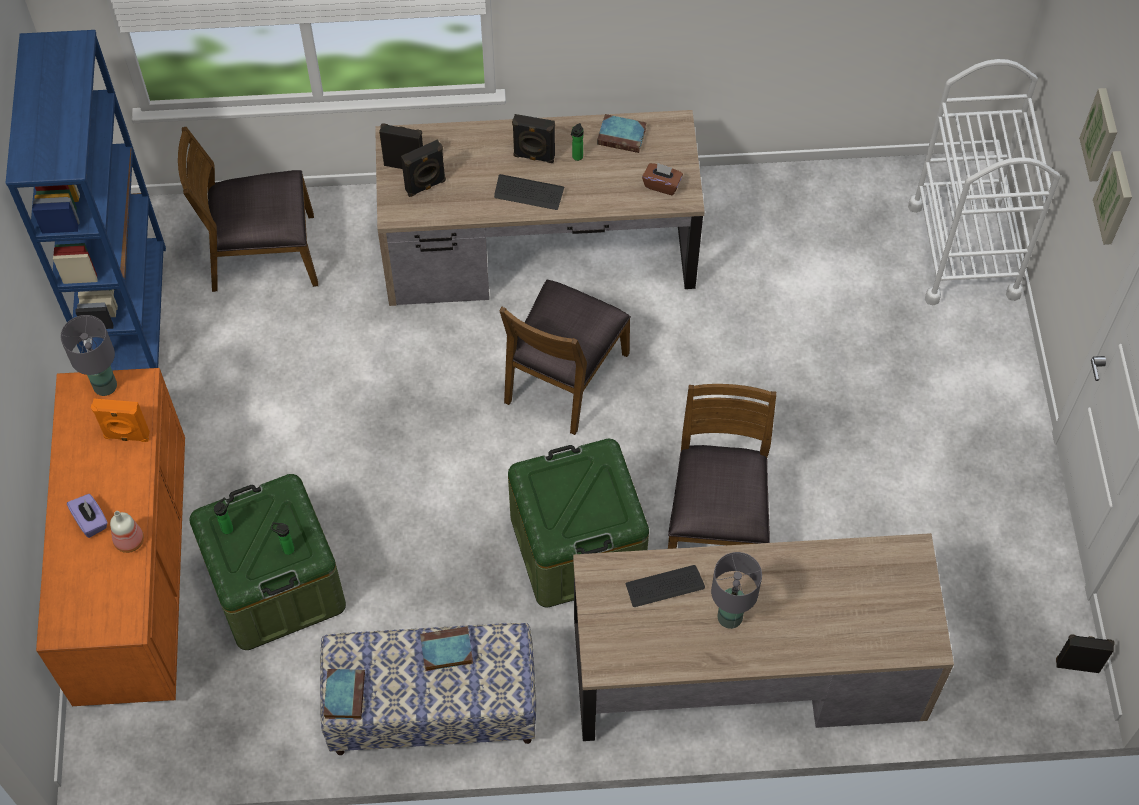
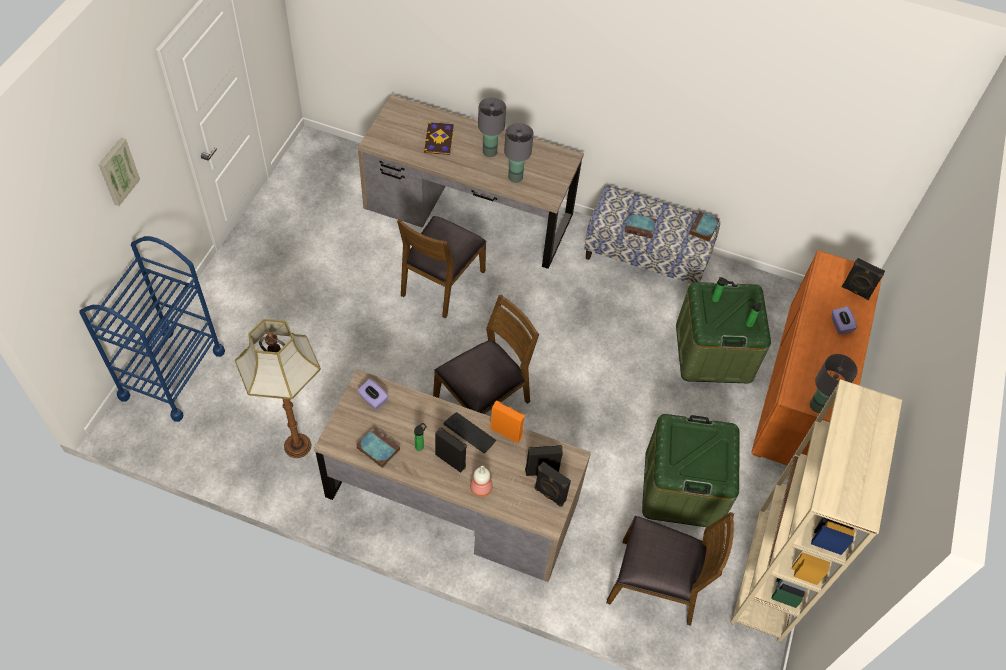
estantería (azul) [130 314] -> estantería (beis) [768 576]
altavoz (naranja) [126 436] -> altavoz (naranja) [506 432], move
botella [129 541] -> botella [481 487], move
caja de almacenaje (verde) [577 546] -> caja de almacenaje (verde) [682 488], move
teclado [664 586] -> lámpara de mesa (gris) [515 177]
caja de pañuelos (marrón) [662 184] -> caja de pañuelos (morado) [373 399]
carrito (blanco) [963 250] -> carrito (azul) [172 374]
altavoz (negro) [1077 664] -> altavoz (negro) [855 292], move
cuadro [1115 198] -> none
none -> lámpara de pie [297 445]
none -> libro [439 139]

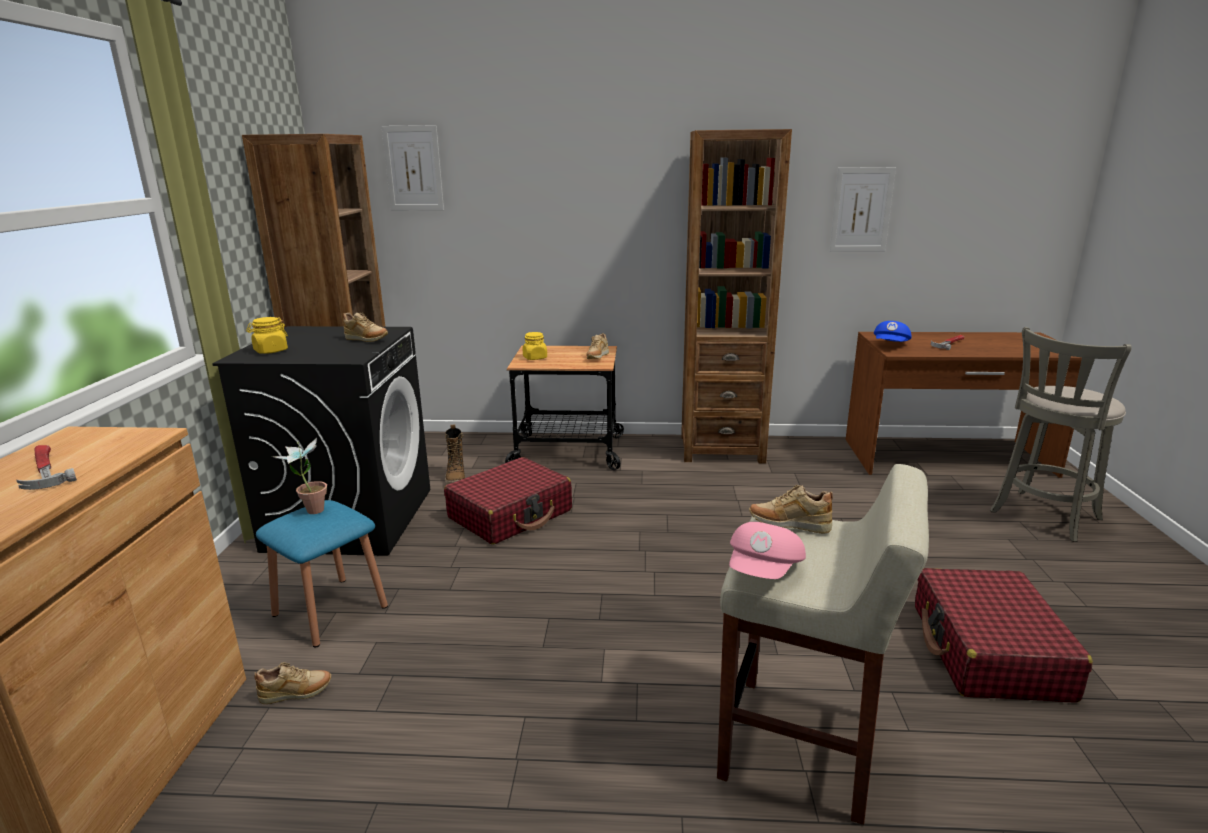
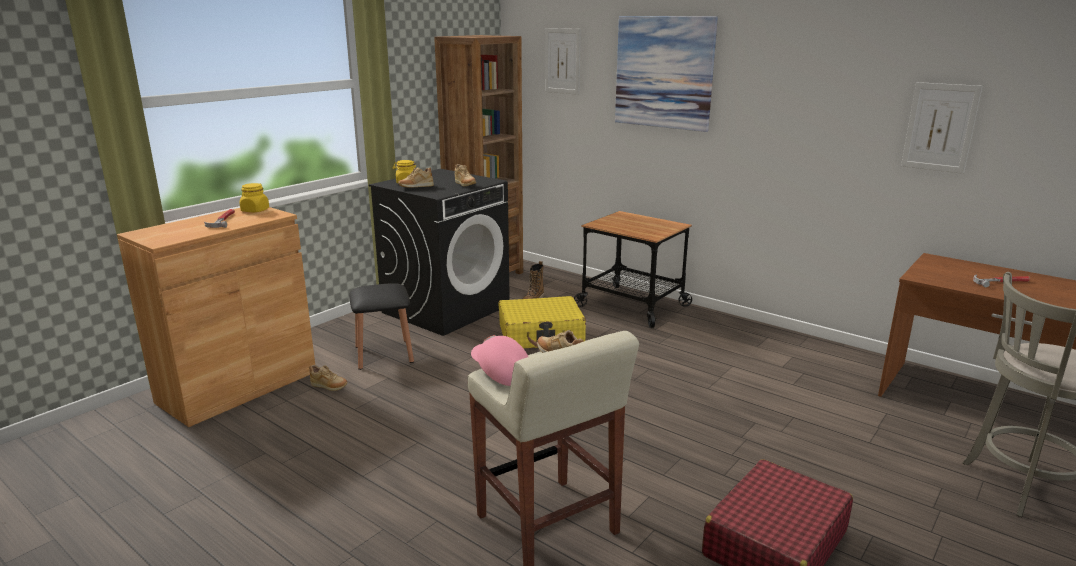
taburete (azul) [330 610] -> taburete (negro) [384 354]
planta en maceta [310 509] -> none
maleta (rojo) [511 514] -> maleta (amarillo) [541 335]
tarro (amarillo) [535 358] -> tarro (amarillo) [255 210], move
zapato (beis) [597 358] -> zapato (beis) [416 187], move
estantería (marrón) [721 449] -> none
gorra (rosa) [765 571] -> gorra (rosa) [500 373], 75 degrees clockwise
gorra (azul) [891 345] -> none
none -> cuadro [664 72]

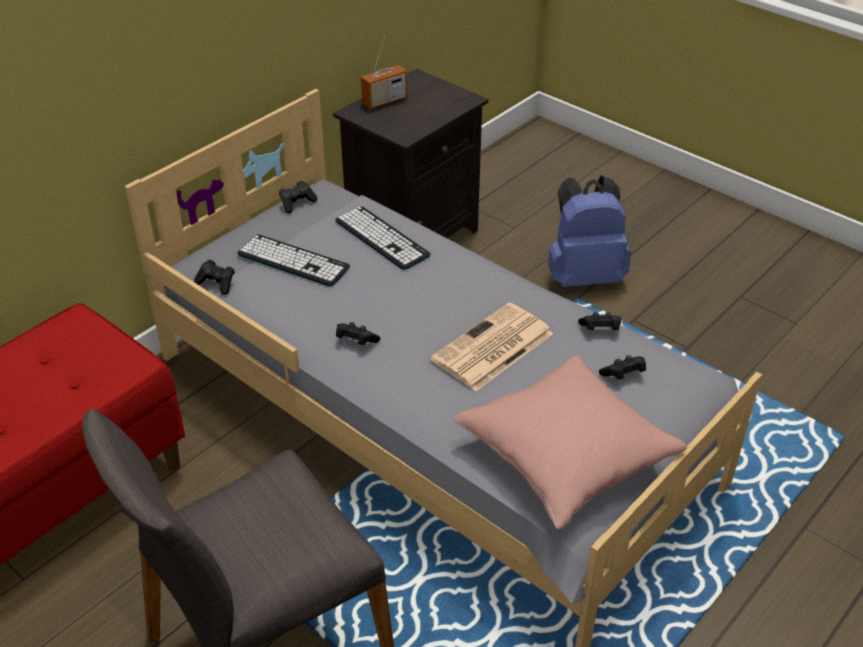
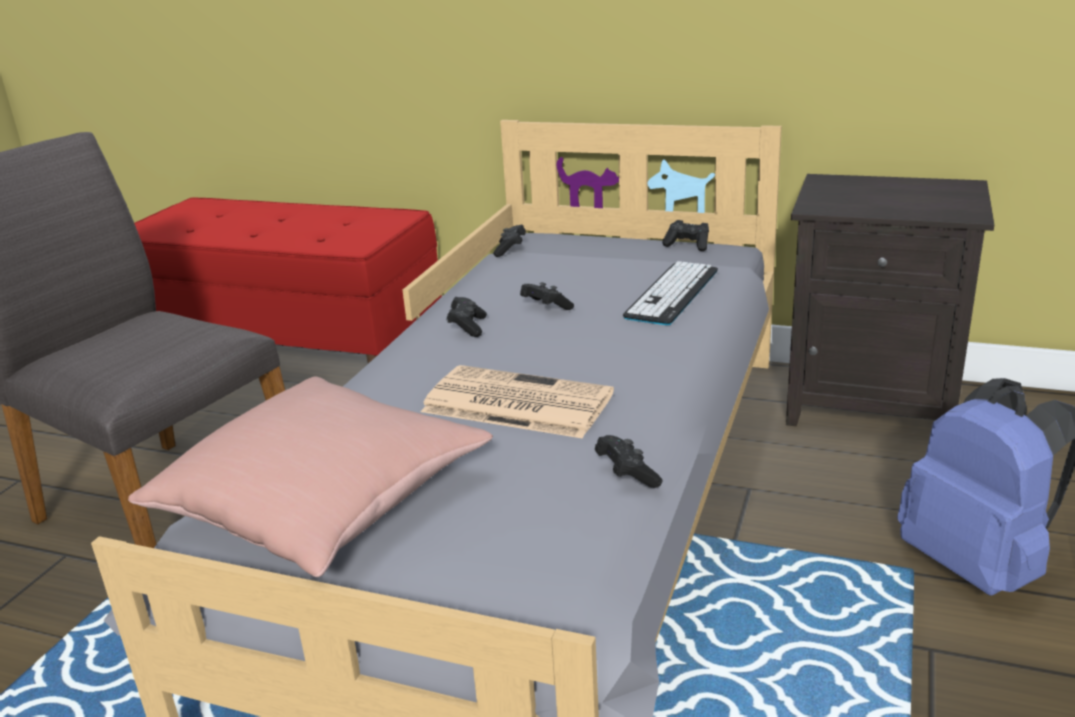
teclado [293 261] -> none
radio [384 101] -> none
mando de consola (negro) [623 375] -> mando de consola (negro) [545 307], move

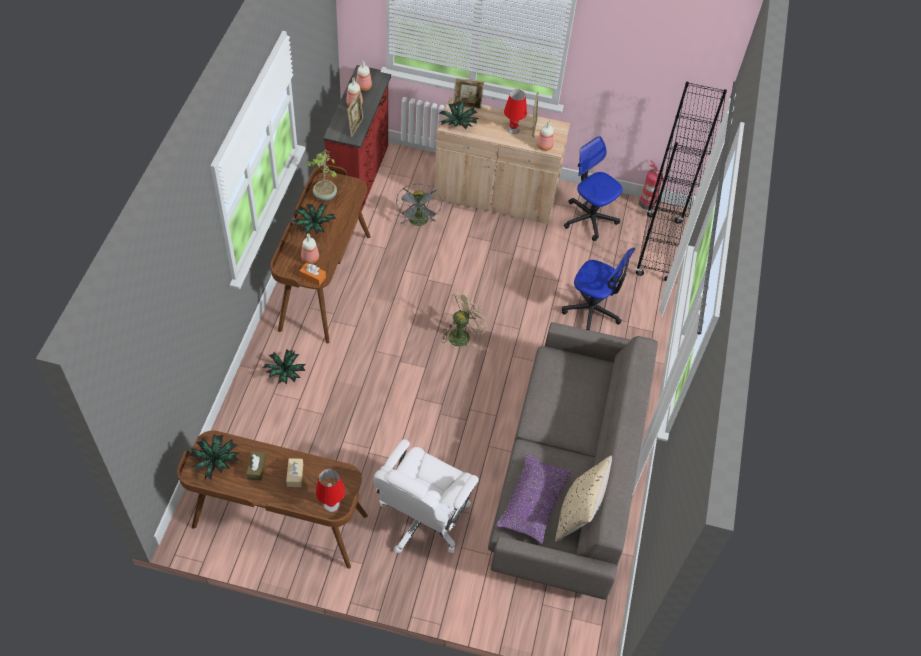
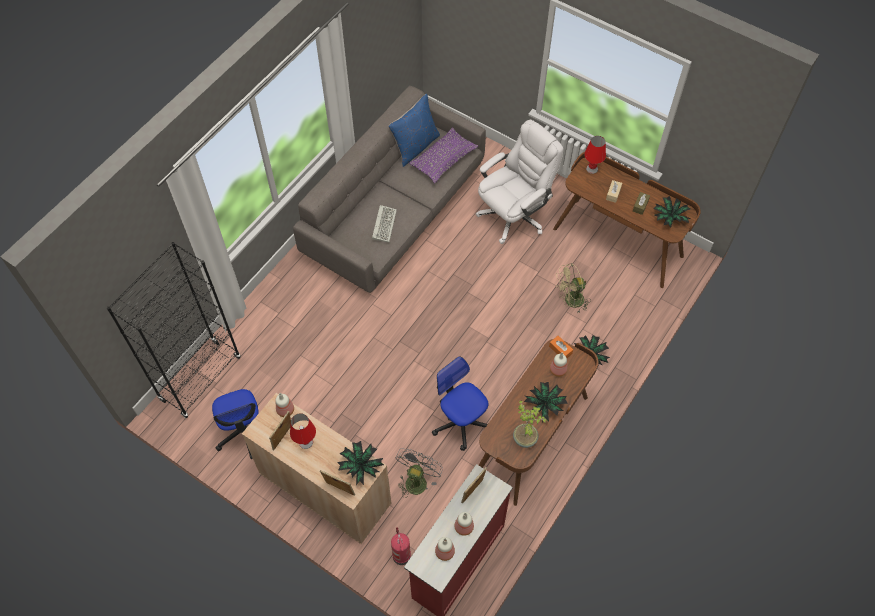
ventilador (beis) [462 334] -> ventilador (beis) [570 301], move
cojín (beis) [578 513] -> cojín (azul) [415 146]
silla de oficina [592 310] -> silla de oficina [461 422], move
extintor [647 204] -> extintor [401 555], move
none -> teclado [384 224]

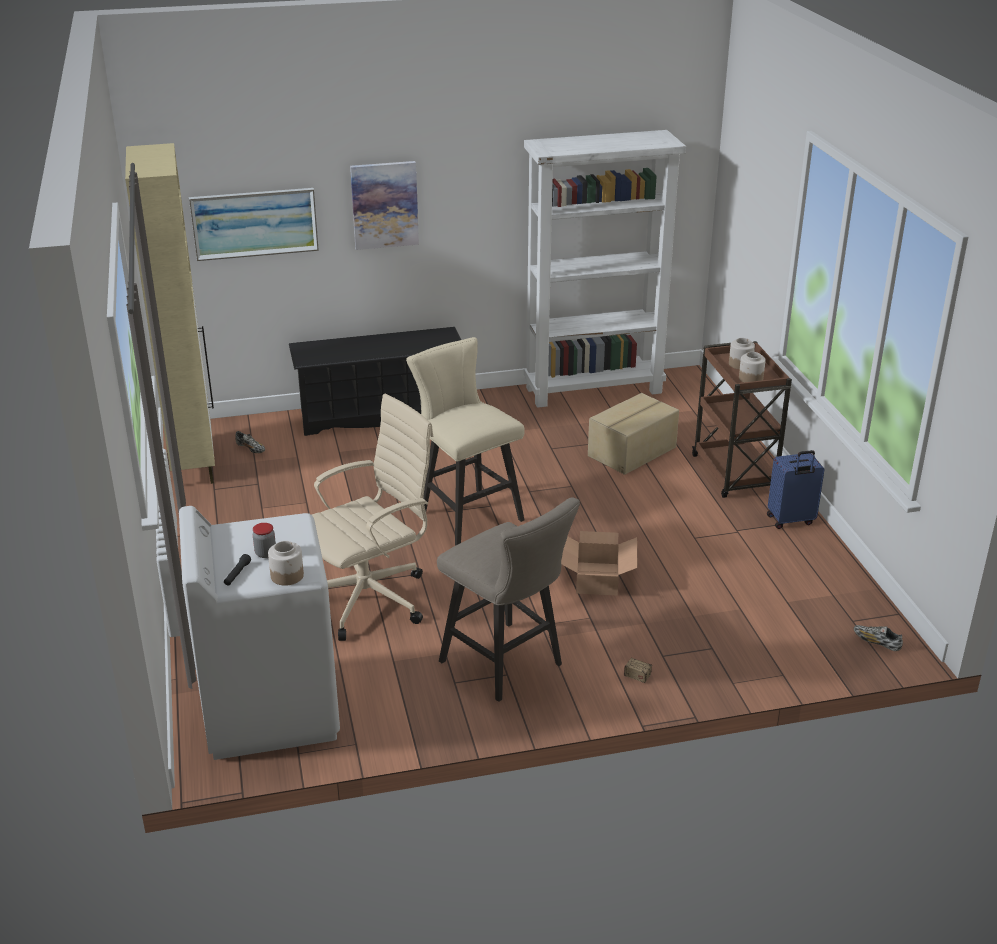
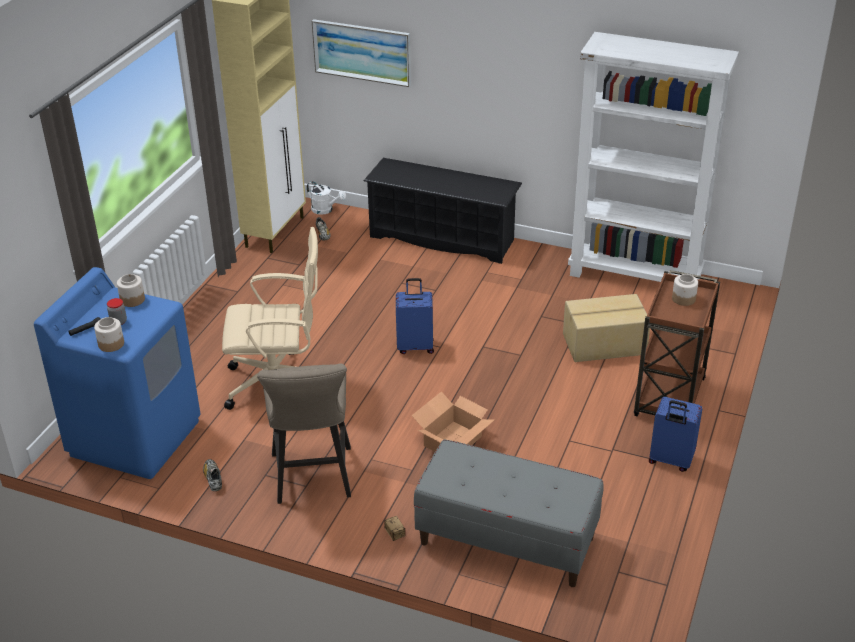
lavadora (blanco) [269 708] -> lavadora (azul) [135 437]
cuadro [384 205] -> none
taburete (beis) [466 514] -> maleta (azul) [415 346]
tarro [750 378] -> tarro [132 300], move
zapato [876 642] -> zapato [213 479], move
none -> regadera (blanco) [325 210]
none -> banco (gris) [506 541]

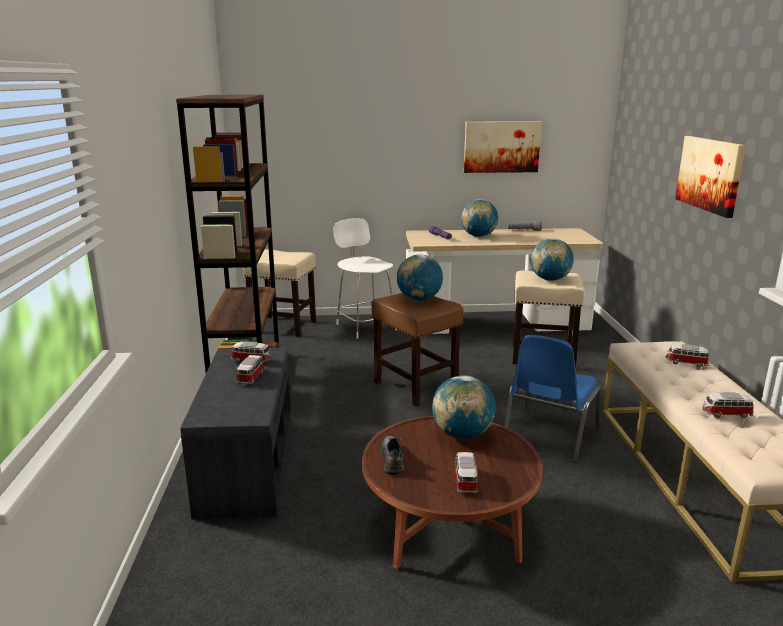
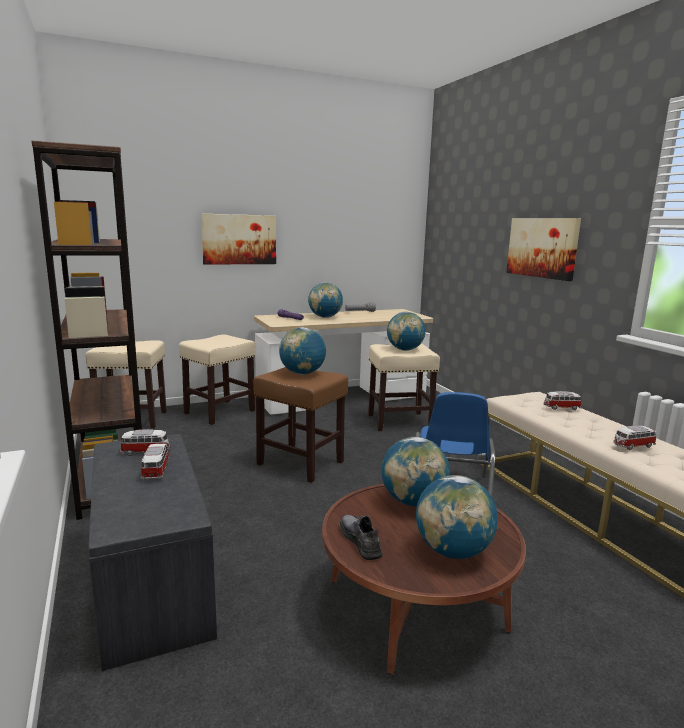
silla (blanco) [365 326] -> taburete (beis) [220 411]
coche de juguete [465 481] -> globo terráqueo [453 551]
cuadro [501 147] -> cuadro [239 239], move

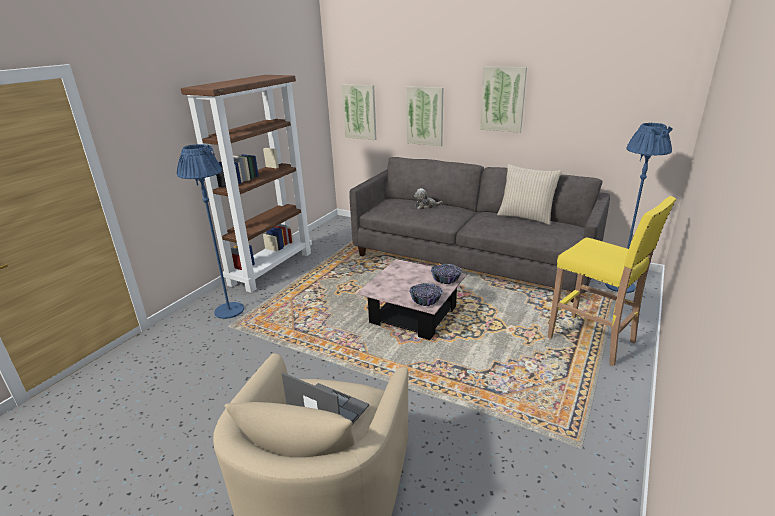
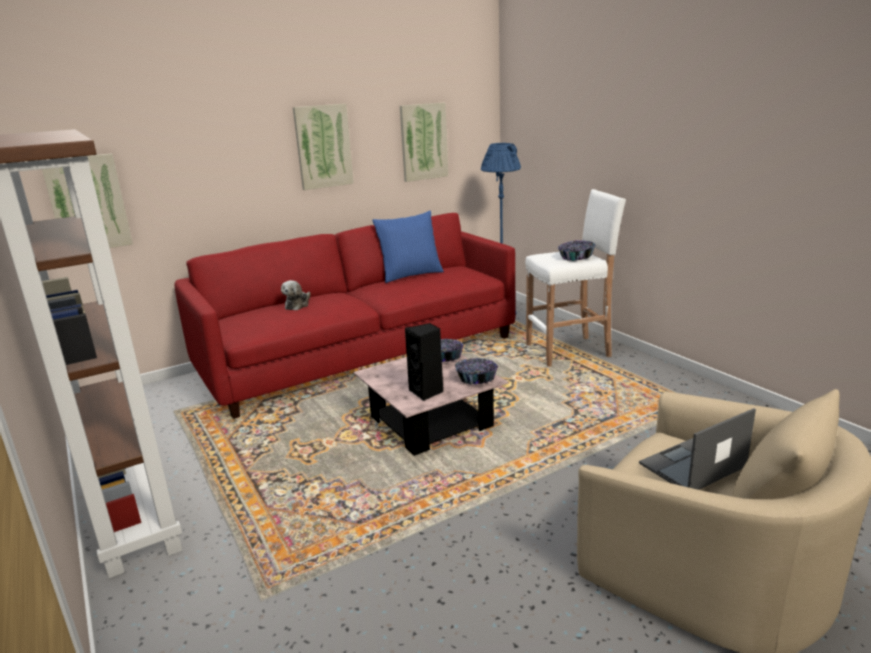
lámpara de pie (azul) [229 310] -> none
sofá (gris) [471 260] -> sofá (rojo) [361 355]
cuadro [425 116] -> cuadro [423 142], move
cojín (beis) [526 217] -> cojín (azul) [410 275]
taburete (amarillo) [593 340] -> taburete (blanco) [569 351]
none -> altavoz (negro) [427 392]
none -> cuenco [575 257]

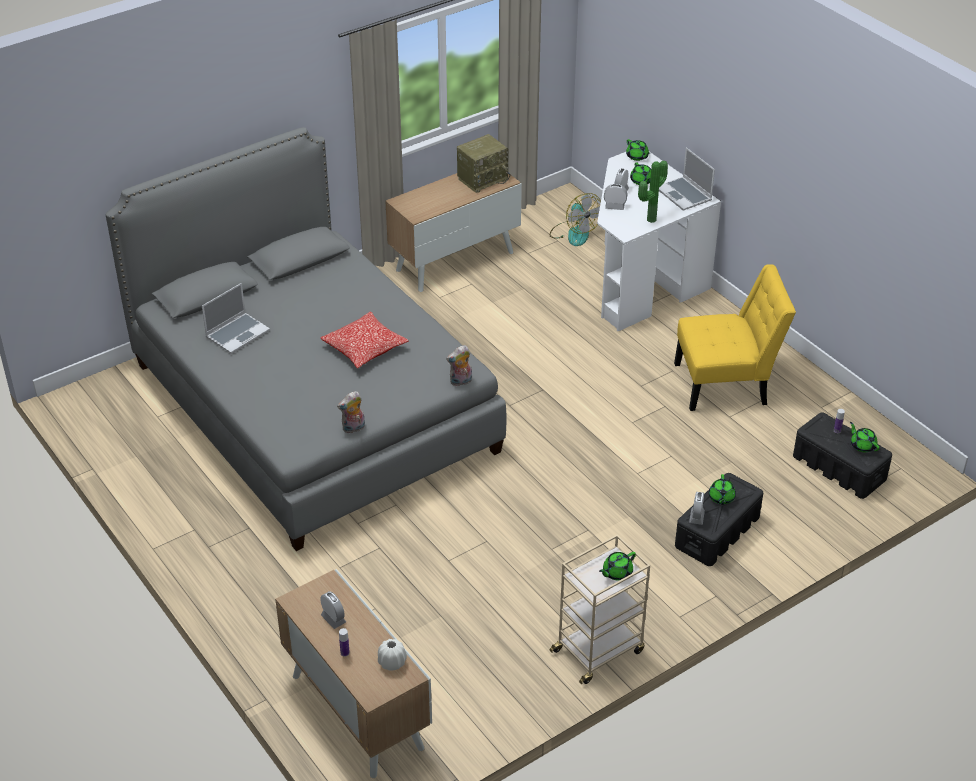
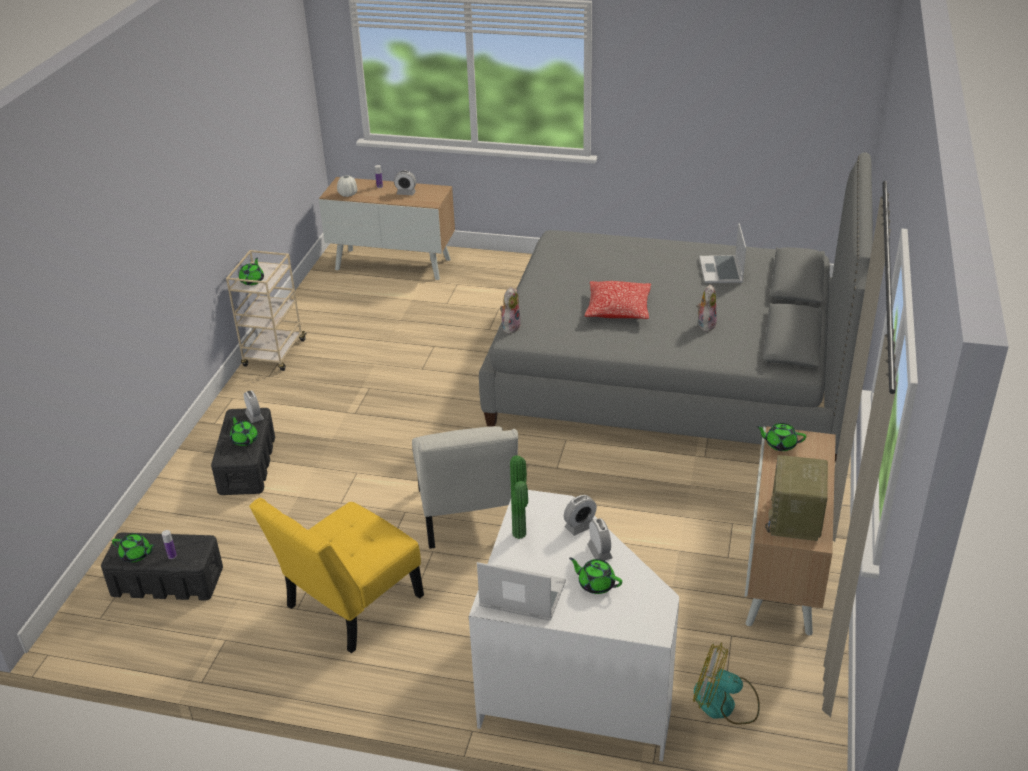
peluche [353 428] -> peluche [705 324], move
tetera (verde) [637 157] -> tetera (verde) [780 444], move
none -> silla (blanco) [467 517]

